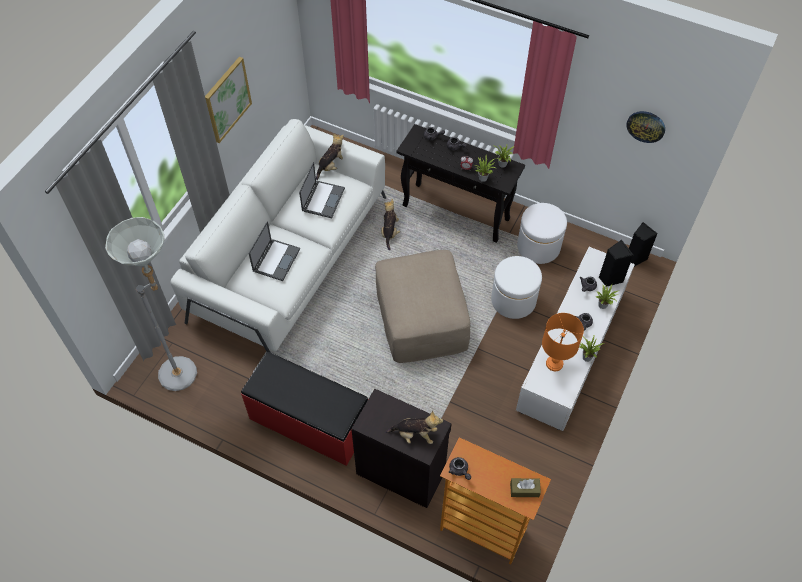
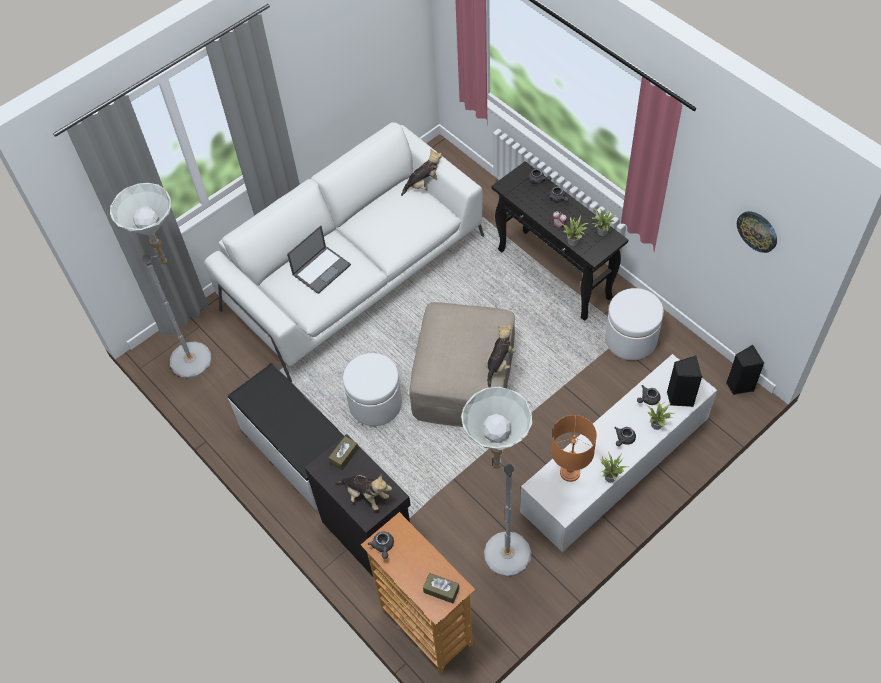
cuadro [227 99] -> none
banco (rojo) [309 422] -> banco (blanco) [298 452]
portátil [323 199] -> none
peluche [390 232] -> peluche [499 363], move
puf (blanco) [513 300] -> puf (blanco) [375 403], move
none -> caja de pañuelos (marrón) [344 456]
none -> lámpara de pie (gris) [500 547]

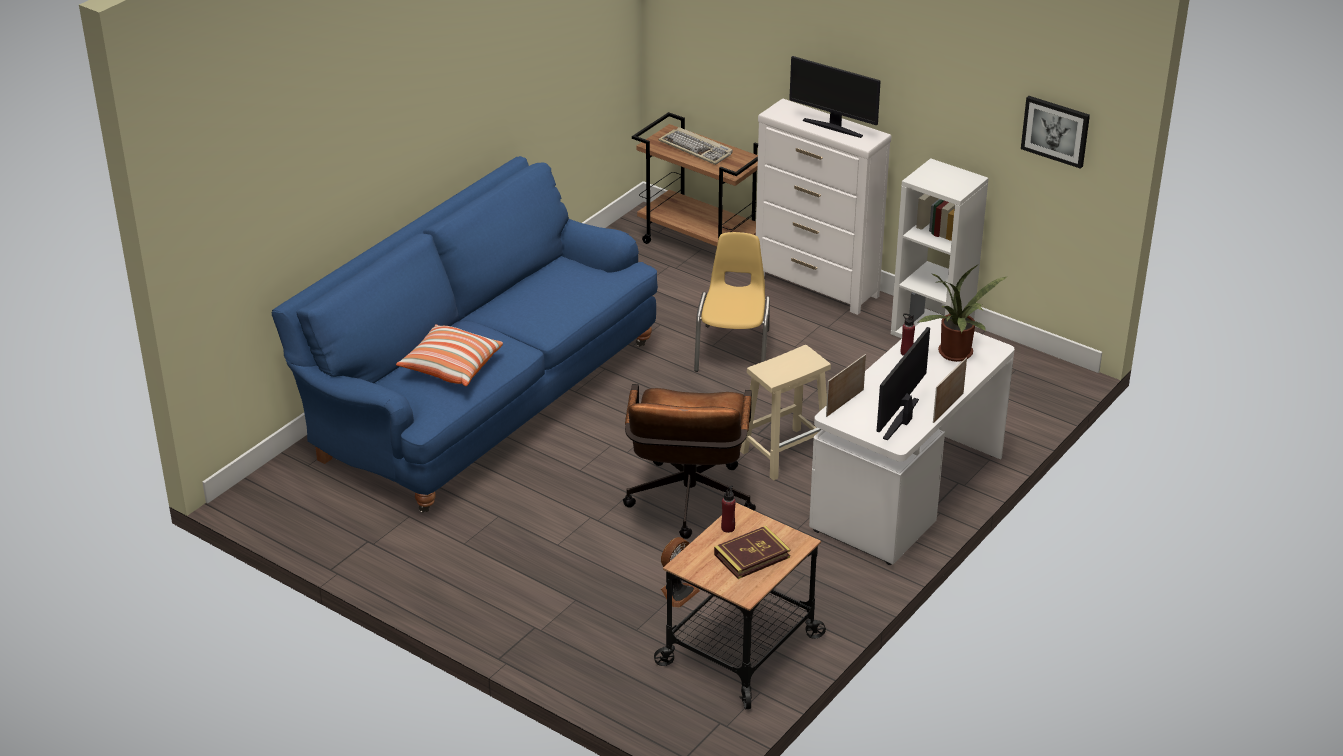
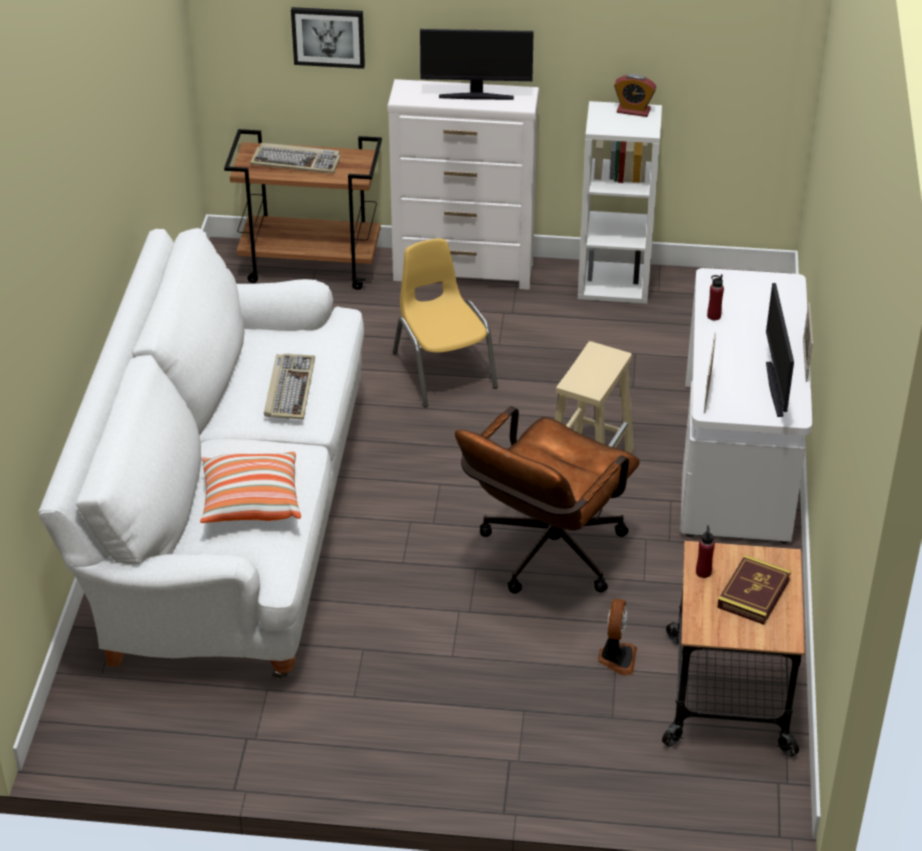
sofá (azul) [481 399] -> sofá (blanco) [229 522]
silla de oficina (marrón) [688 505] -> silla de oficina (marrón) [545 557], 60 degrees clockwise
planta en maceta [956 355] -> none
cuadro [1056 131] -> cuadro [328 36], move
none -> teclado [289 389]
none -> despertador [633 110]

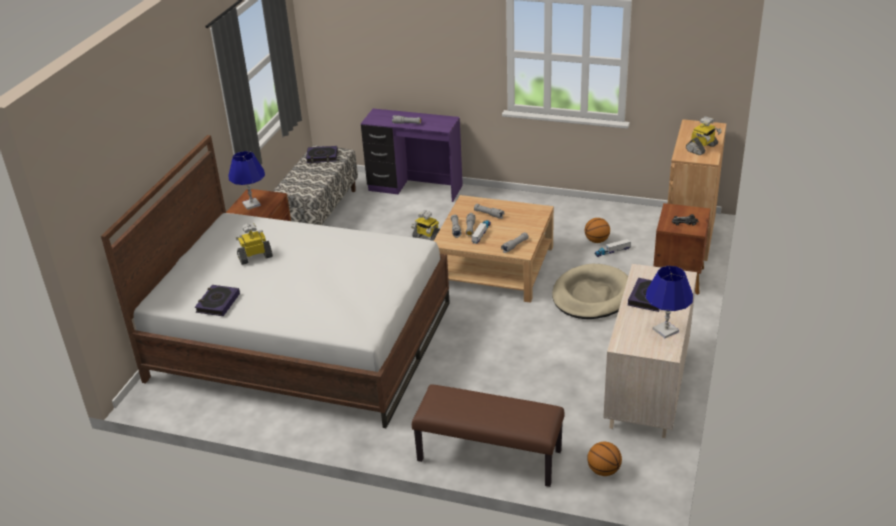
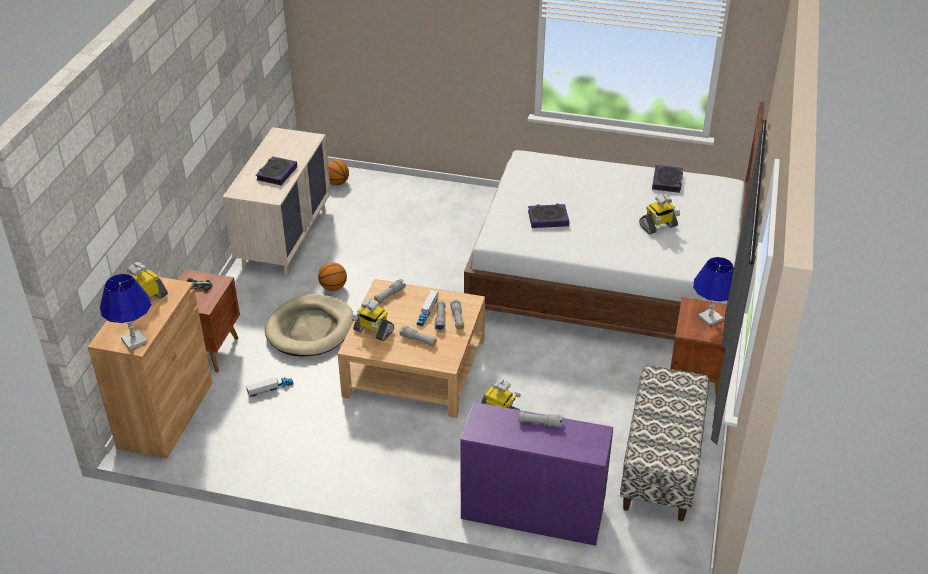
libro [322 157] -> libro [548 218], move
banco (marrón) [488 456] -> none
balón de baloncesto [597 241] -> balón de baloncesto [333 287], move
lámpara de mesa (azul) [665 330] -> lámpara de mesa (azul) [134 340], move
none -> robot de juguete [373 331]

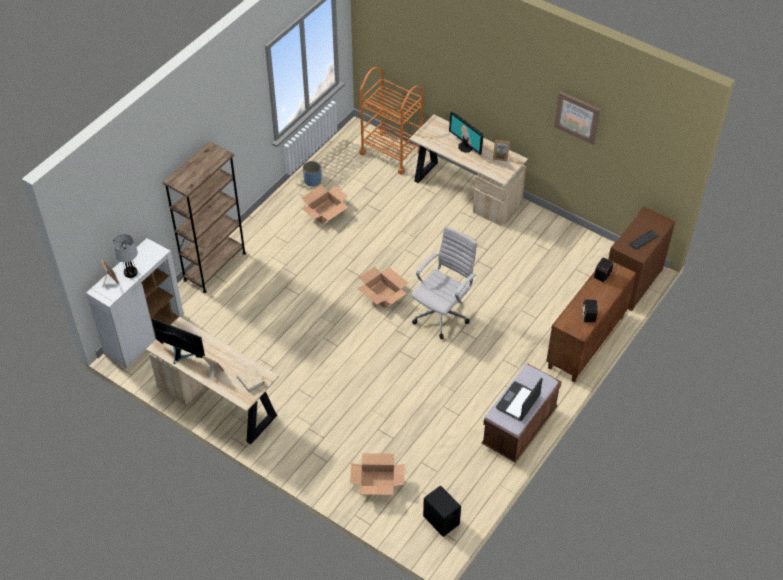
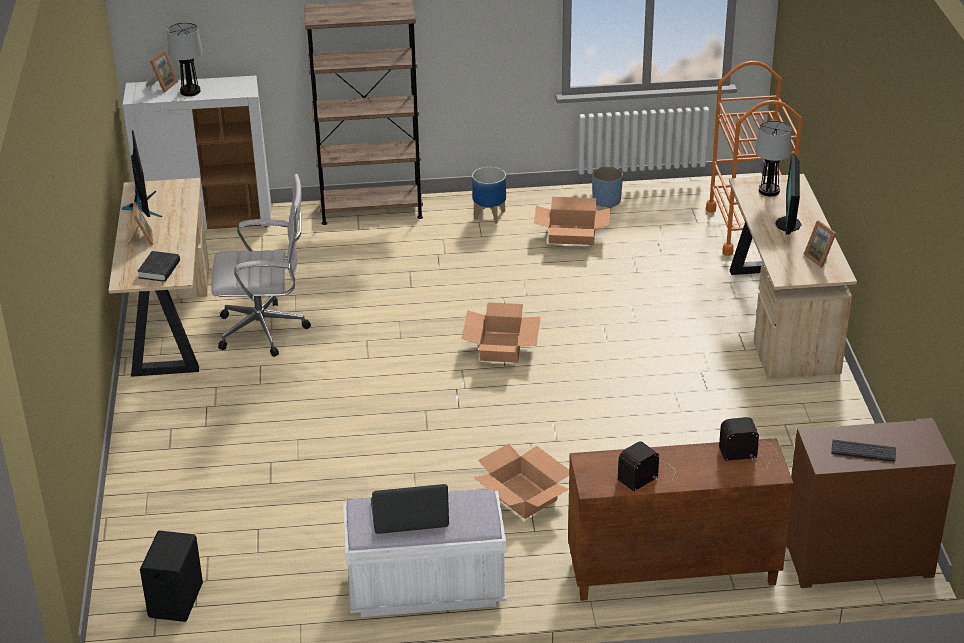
libro (beis) [250 380] -> libro (negro) [159 270]
caja de cartón [377 482] -> caja de cartón [523 495], move
silla de oficina (blanco) [442 314] -> silla de oficina (blanco) [266 330], move
banco (marrón) [519 427] -> banco (blanco) [426 589]
cuadro [577 117] -> none
none -> maceta [489 215]
none -> lámpara de mesa [769 191]

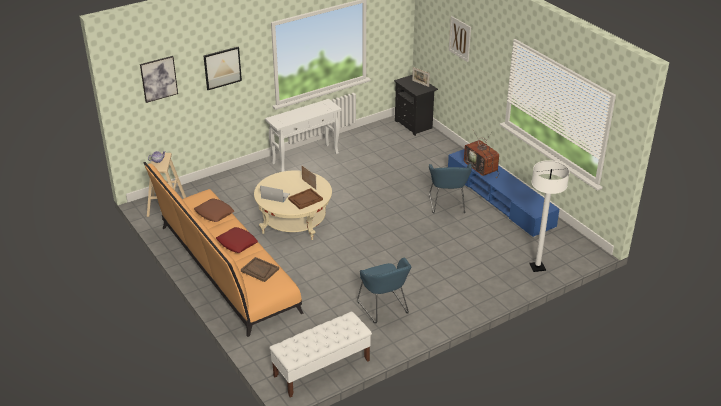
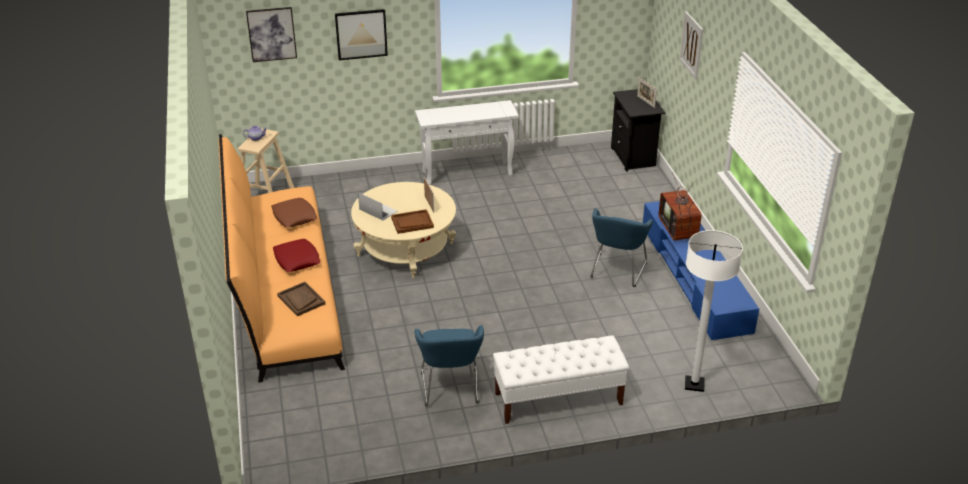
banco (blanco) [321 368] -> banco (blanco) [558 399], move

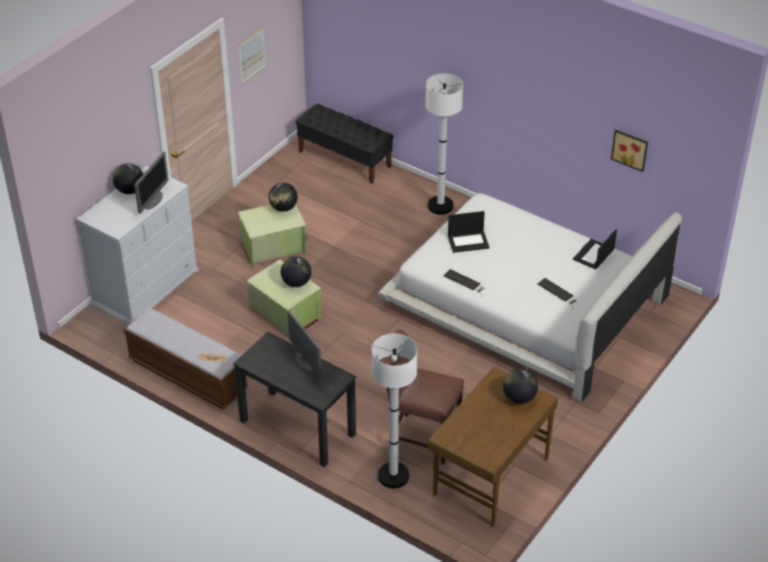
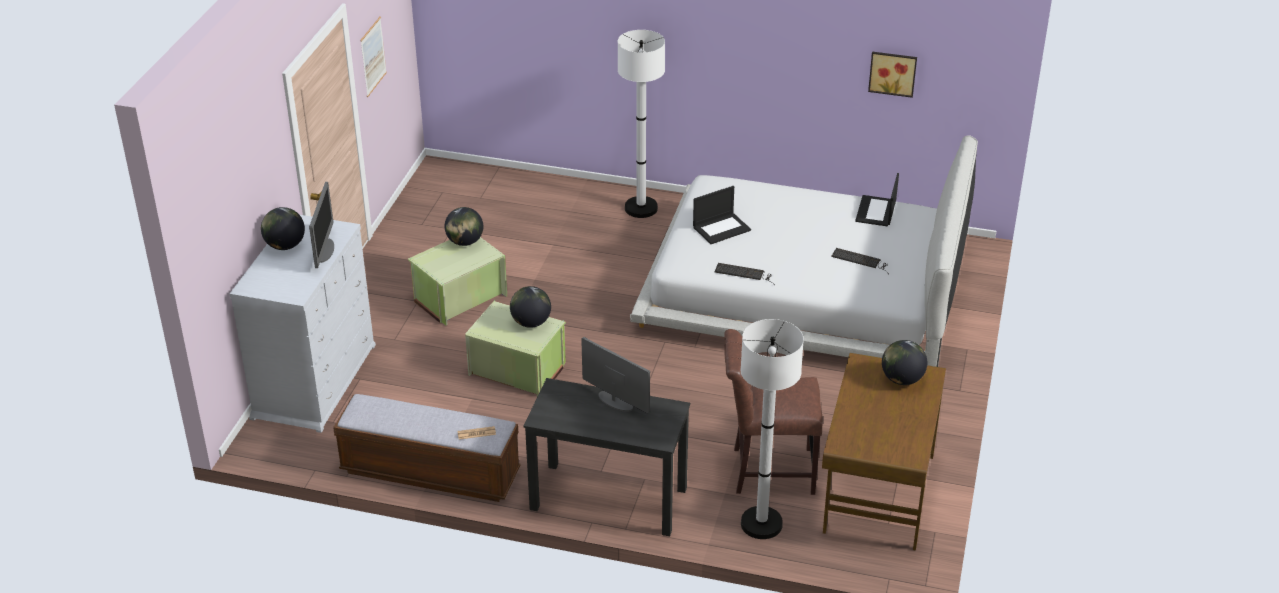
banco (negro) [345 159] -> none

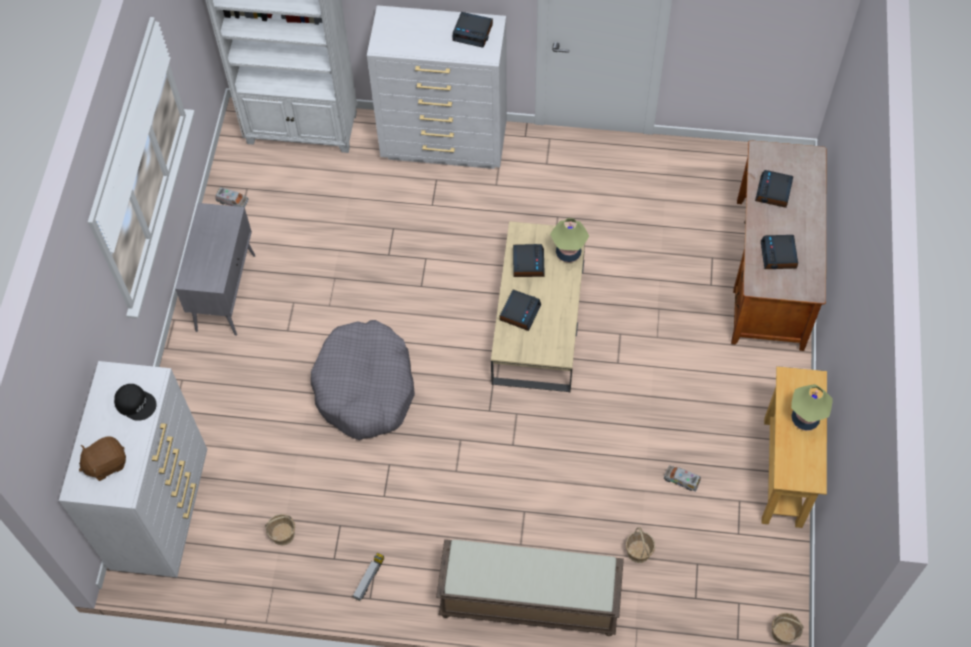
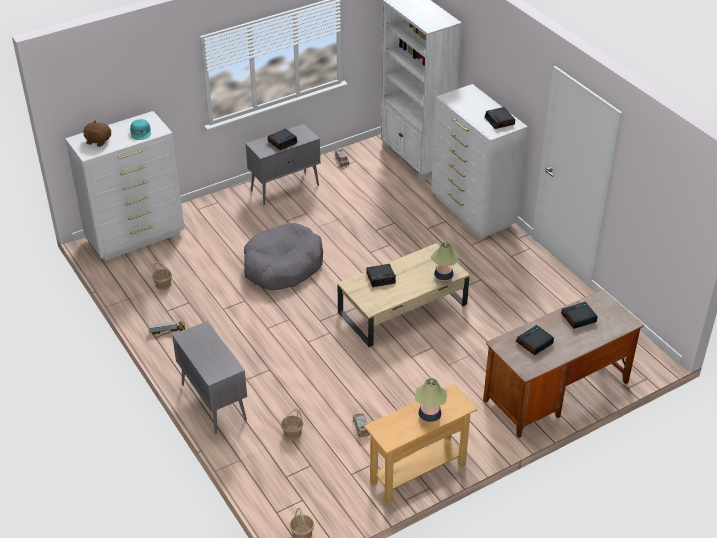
gorra (negro) [136 403] -> gorra (turquesa) [141 132]
banco (marrón) [528 601] -> armario (gris) [213 402]
despertador [528 263] -> despertador [282 142], move

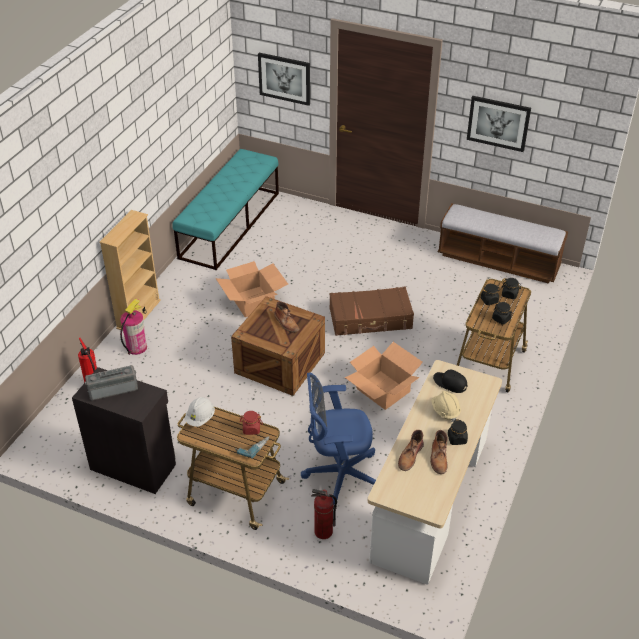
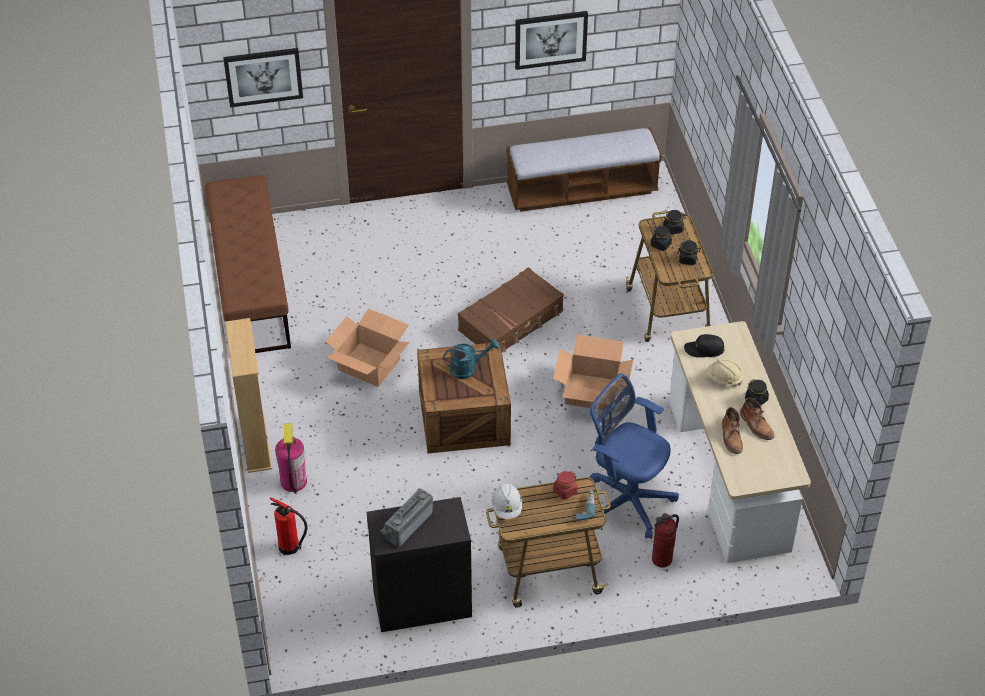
banco (turquesa) [230 224] -> banco (marrón) [250 284]
bota (marrón) [286 323] -> regadera (turquesa) [468 368]
silla de oficina (azul) [339 474] -> silla de oficina (azul) [627 498], 75 degrees clockwise

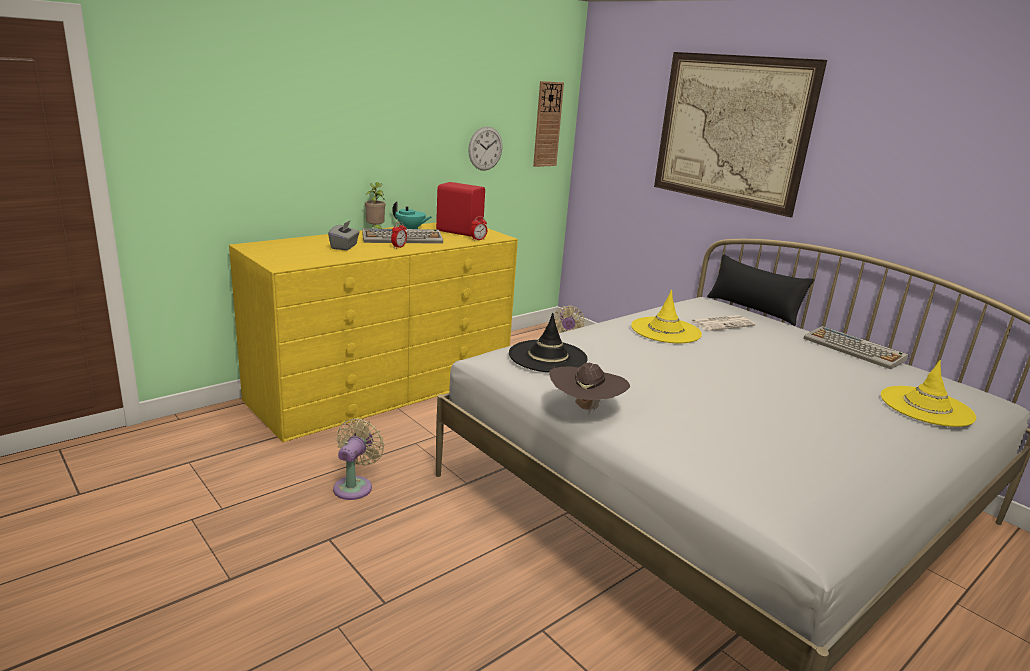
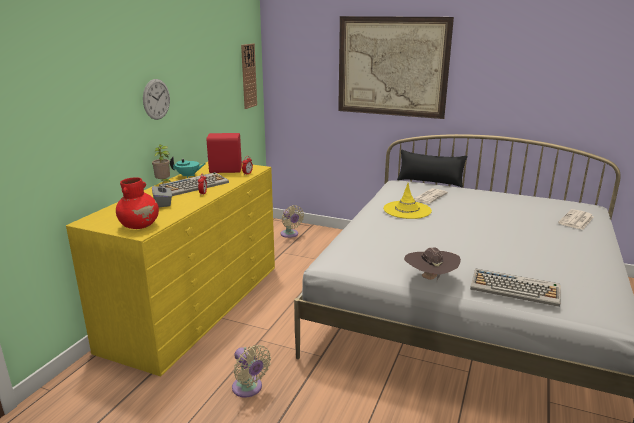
ventilador (beis) [355 486] -> ventilador (beis) [249 389], 150 degrees clockwise
reloj de pared [485 148] -> reloj de pared [156 99], move
sombrero (negro) [548 357] -> none
teclado [855 349] -> teclado [515 288], move
sombrero (amarillo) [926 407] -> periódico [576 220]
none -> florero (rojo) [140 225]

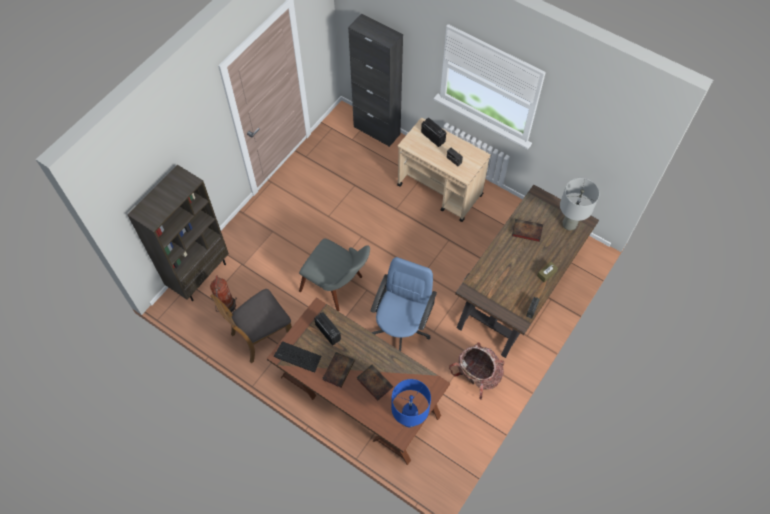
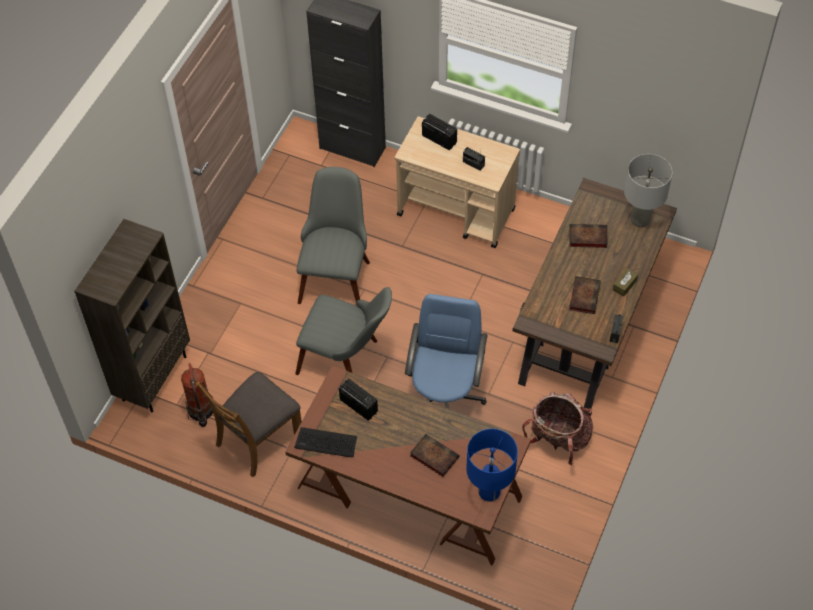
libro [338 369] -> libro [584 295], move
none -> silla (gris) [336 273]

